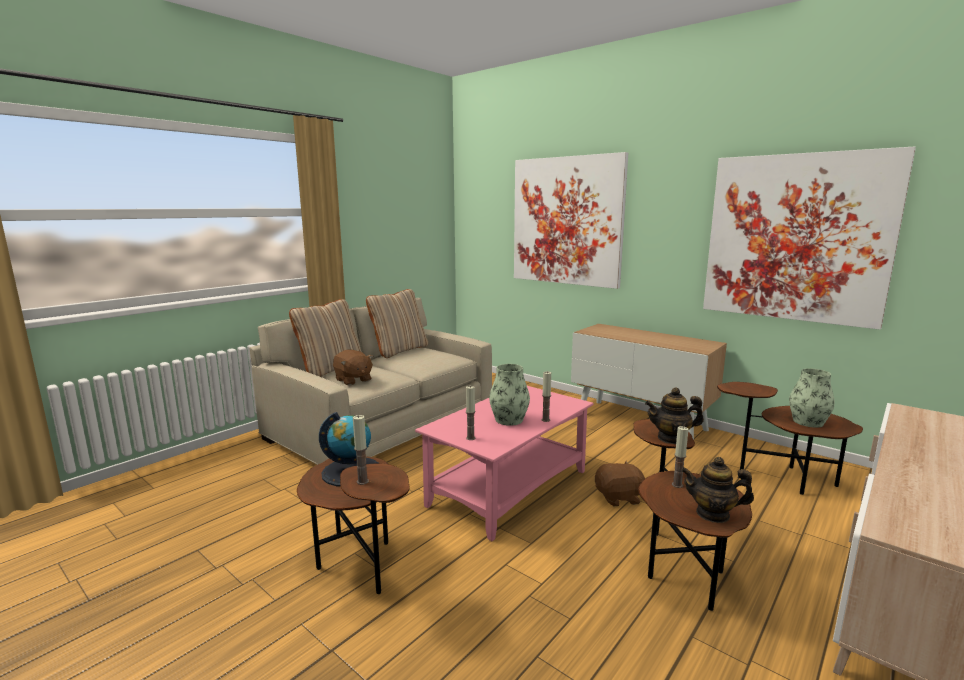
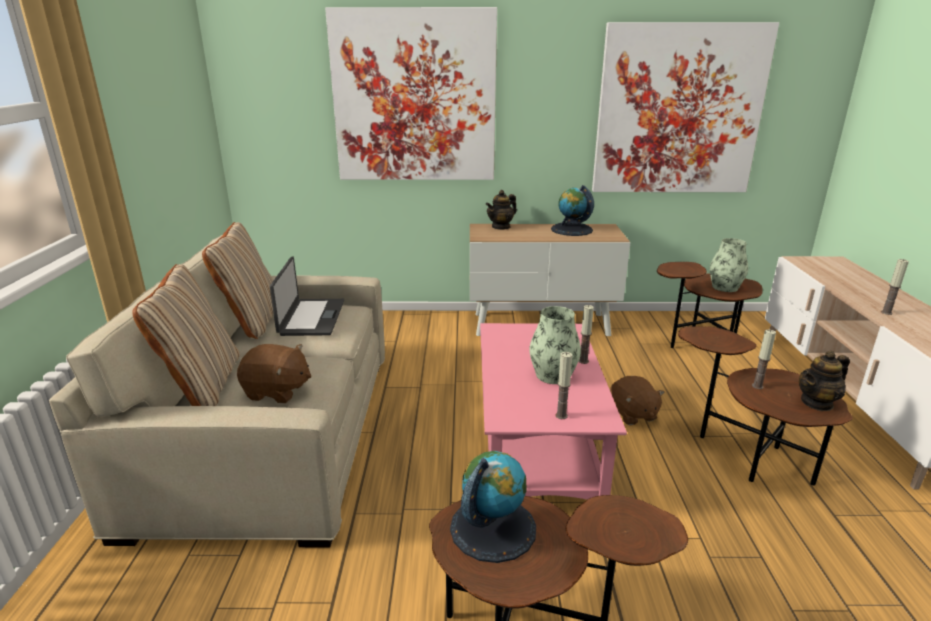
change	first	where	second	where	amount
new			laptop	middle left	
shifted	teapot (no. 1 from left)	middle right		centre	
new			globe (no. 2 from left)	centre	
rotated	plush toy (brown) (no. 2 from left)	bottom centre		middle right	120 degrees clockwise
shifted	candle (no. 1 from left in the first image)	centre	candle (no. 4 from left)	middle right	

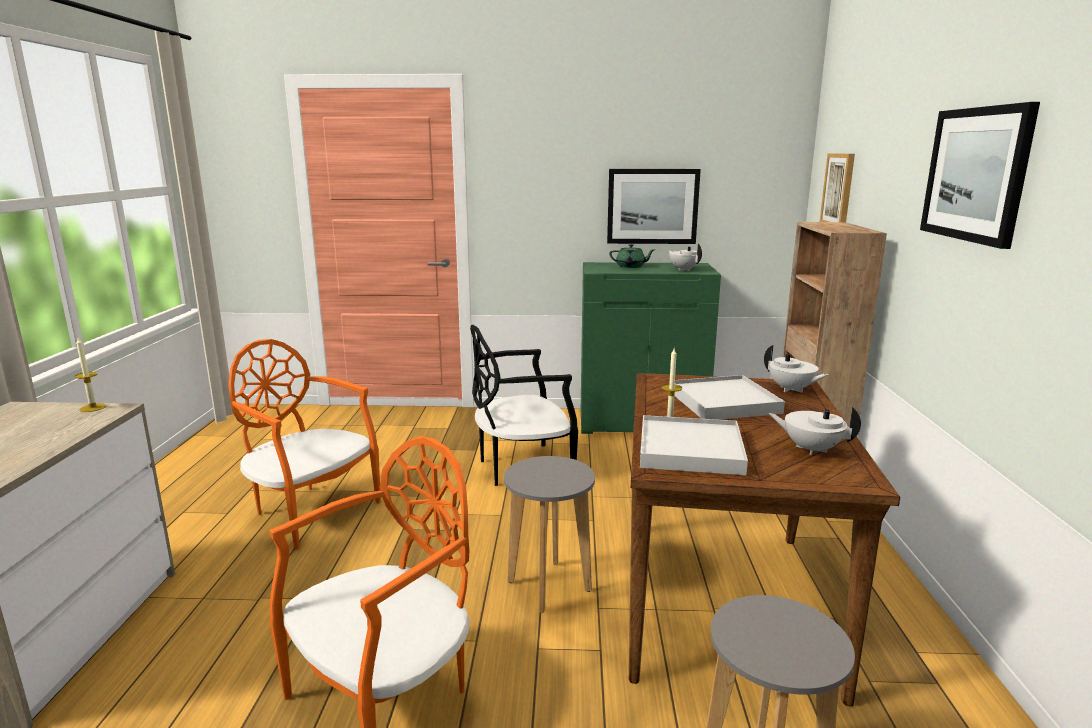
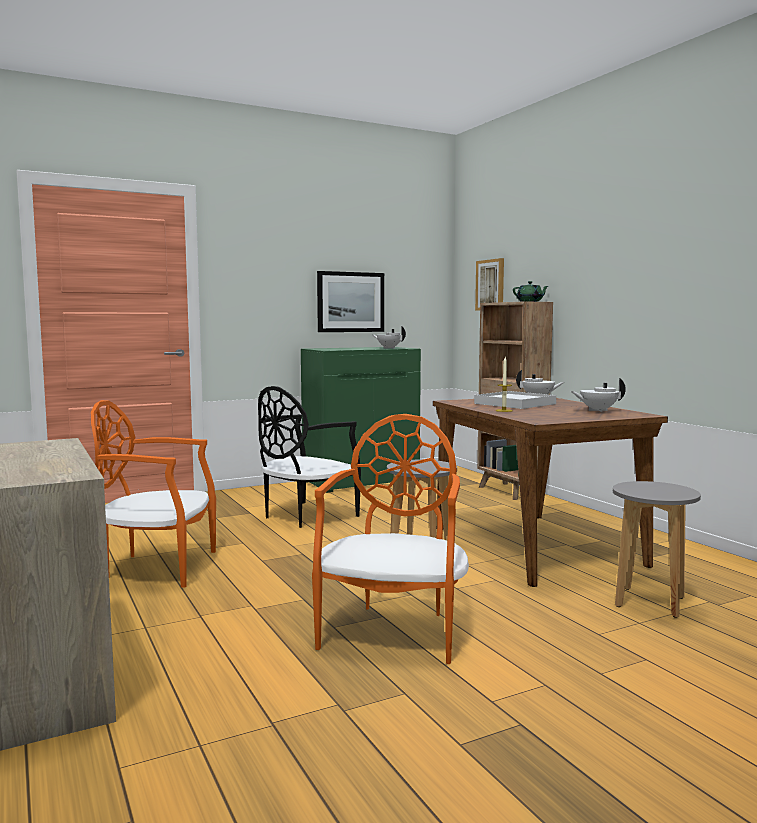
change	first	where	second	where	amount
shifted	teapot (green)	centre		middle right	
gone	candle (no. 1 from left)	middle left			
gone	tray (white) (no. 1 from left)	centre			
gone	picture (no. 3 from left)	top right			

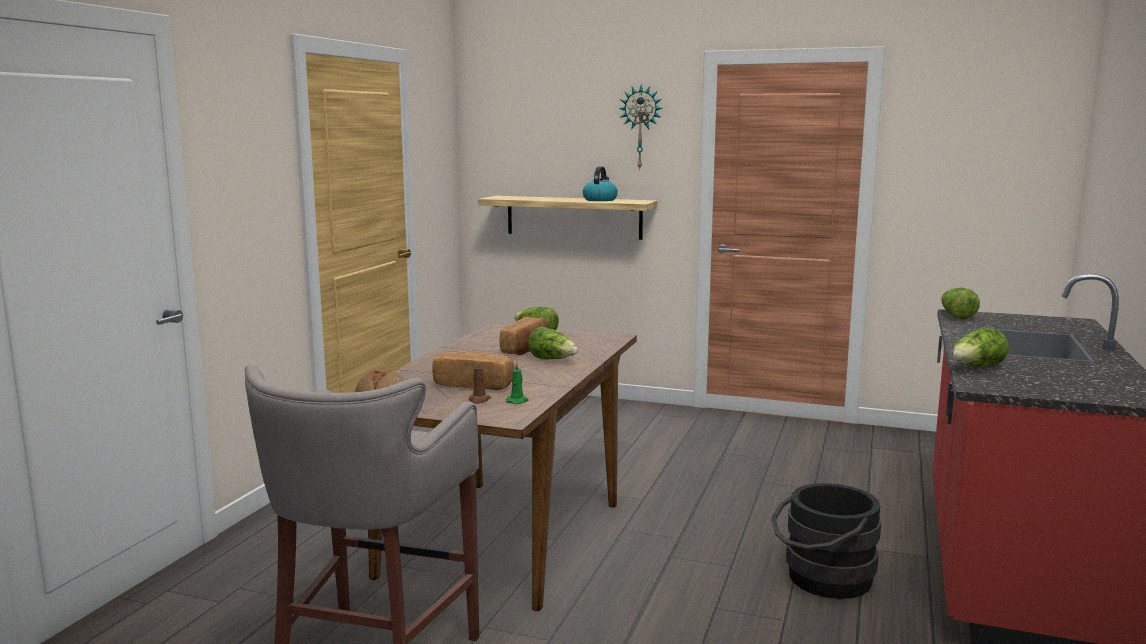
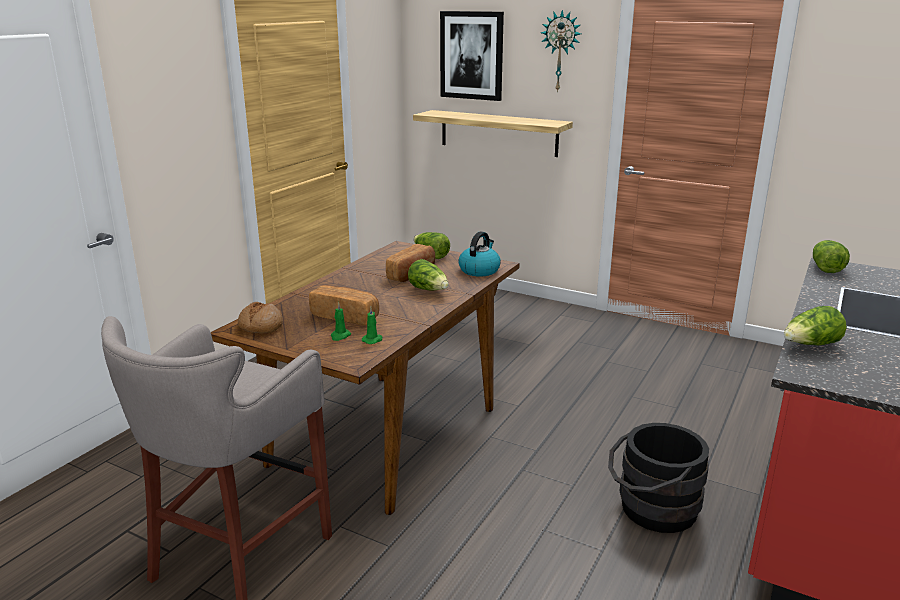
change	first	where	second	where	amount
repainted	candle (brown)	centre	candle (green) (no. 1 from left)	centre	
new			picture	top centre	
shifted	kettle	top centre		centre	

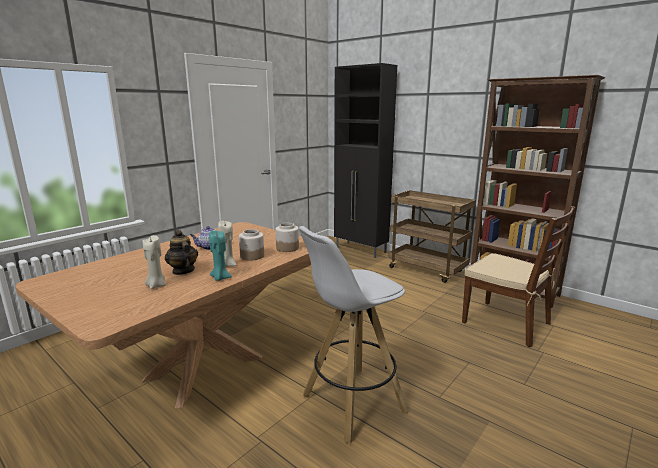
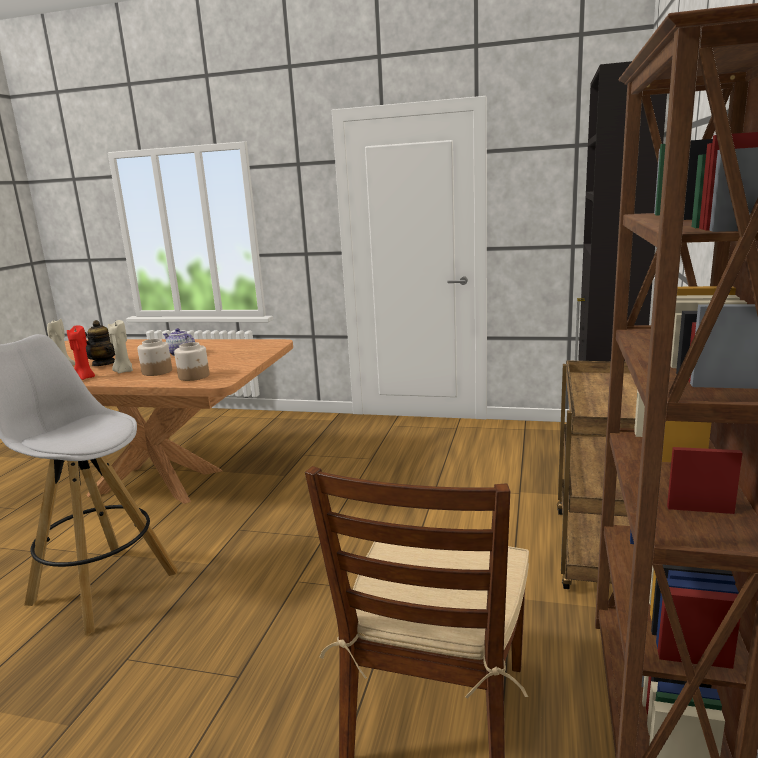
change	first	where	second	where	amount
repainted	candle (turquoise)	centre	candle (red)	middle left	

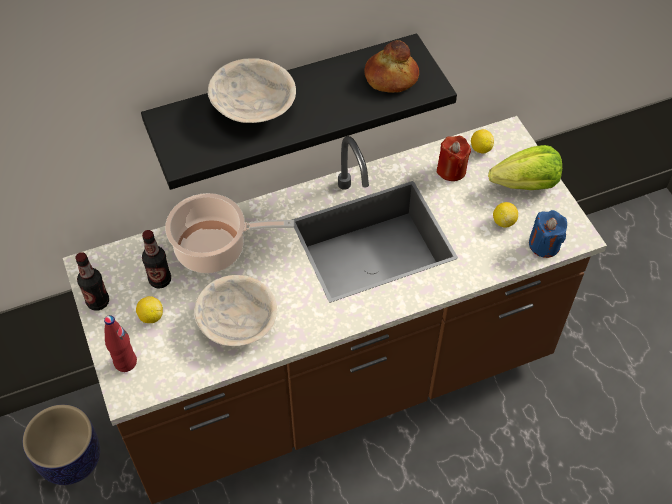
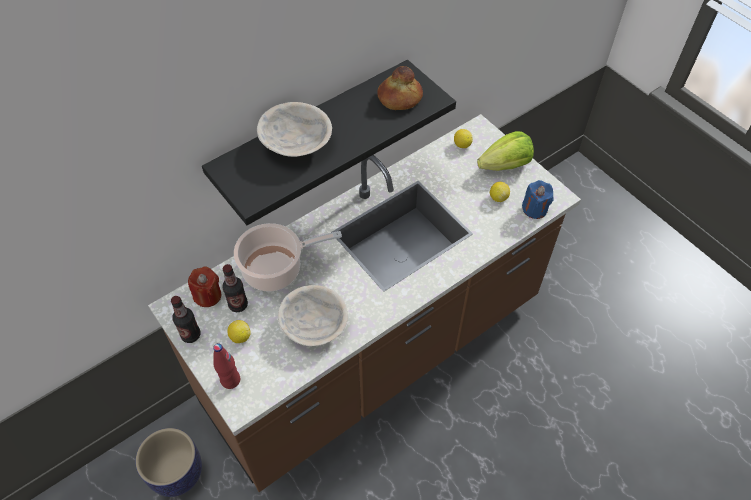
change	first	where	second	where	amount
shifted	candle (red)	top right		middle left	

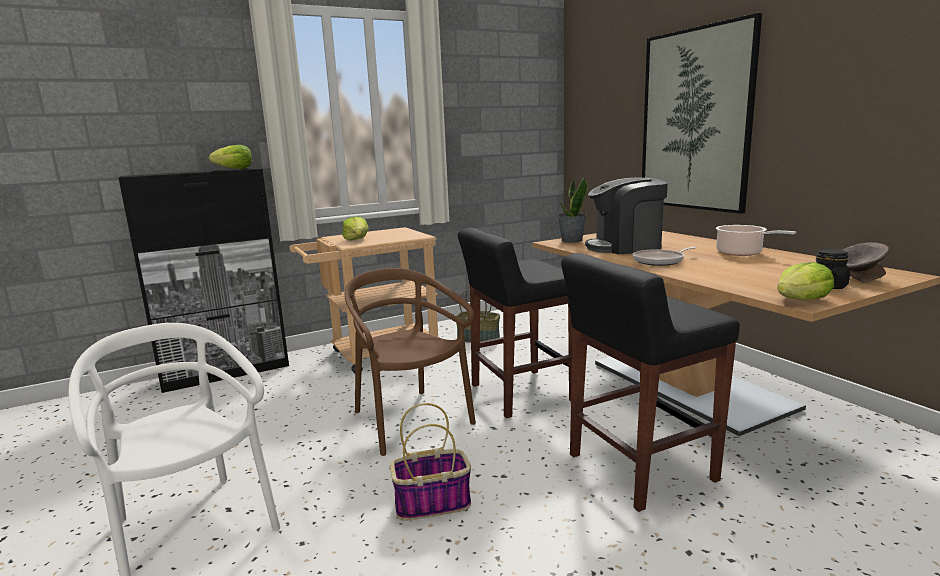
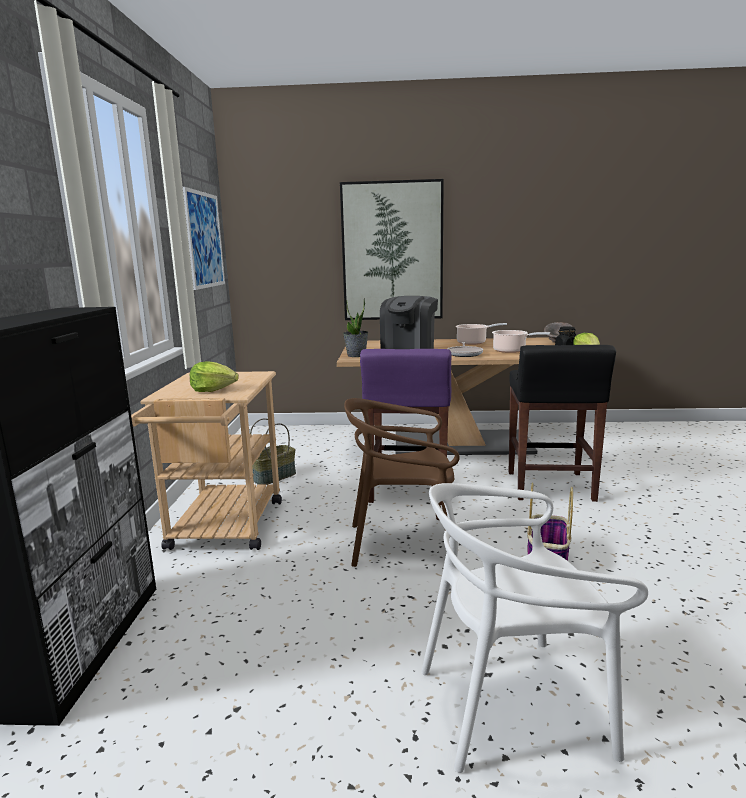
change	first	where	second	where	amount
new			picture (no. 1 from left)	top left	
repainted	stool (black) (no. 1 from left)	centre	stool (purple)	centre	
new			cooking pot (no. 2 from left)	middle right	
gone	lettuce (no. 1 from left)	top left			

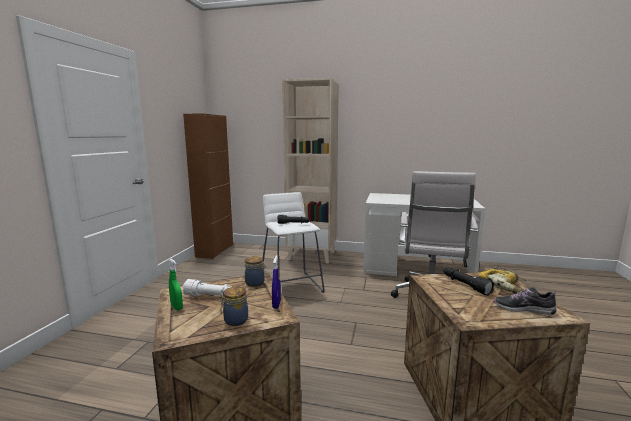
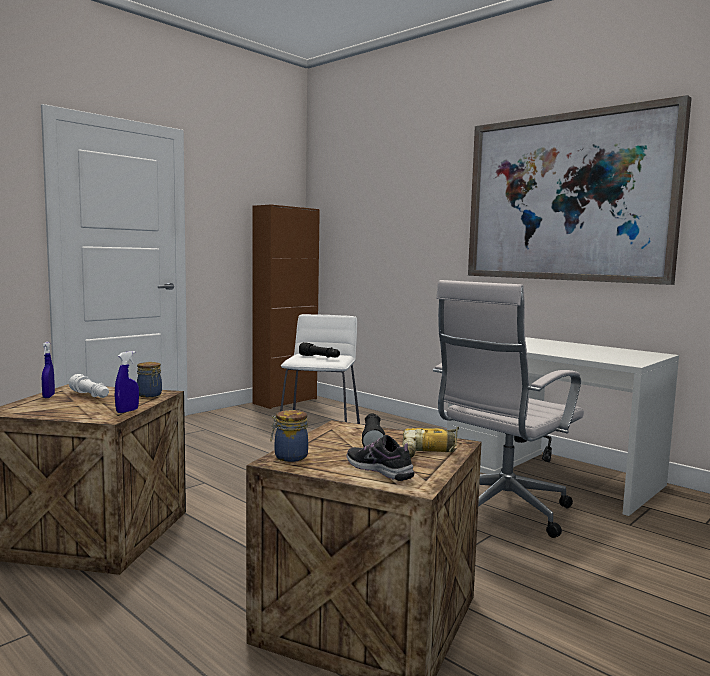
change	first	where	second	where	amount
repainted	spray bottle (green)	bottom left	spray bottle (blue) (no. 1 from left)	middle left	
shifted	jar (no. 1 from left in the first image)	bottom centre	jar (no. 2 from left)	centre	
new			picture	top right	
gone	bookcase (beige)	centre			

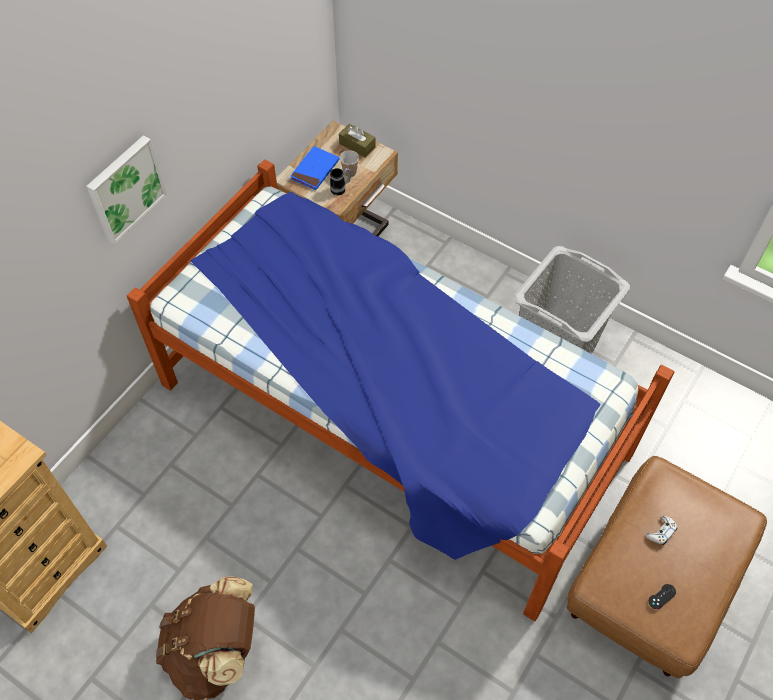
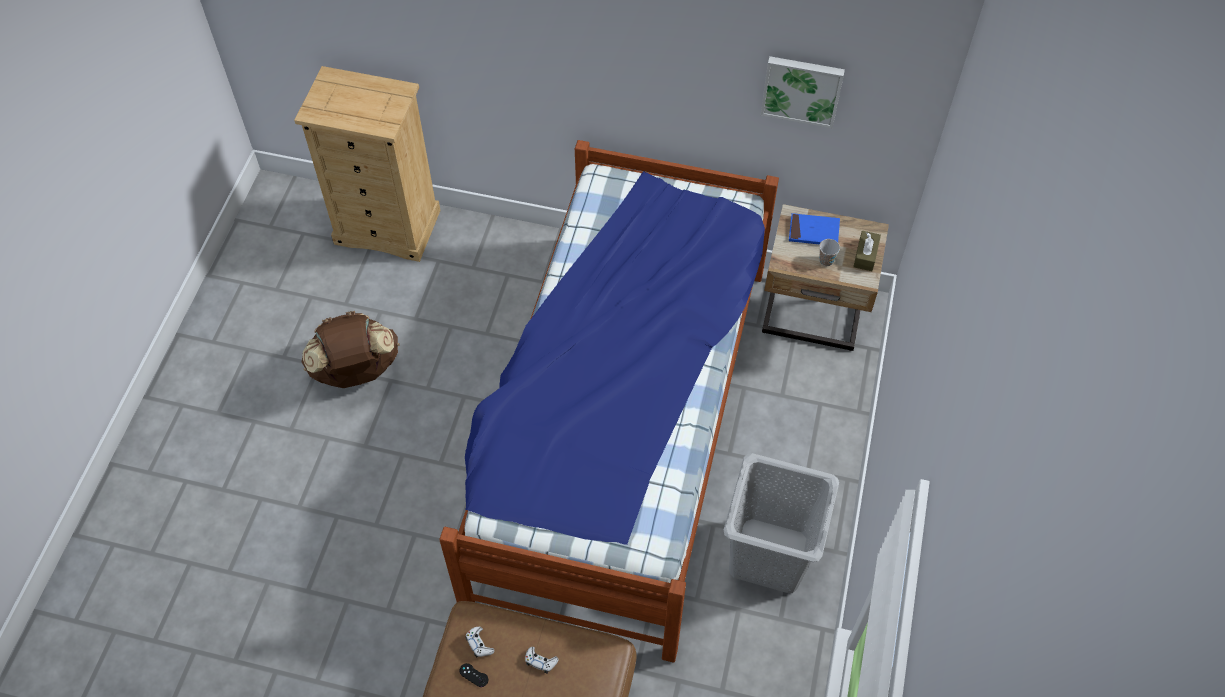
change	first	where	second	where	amount
new			game controller (white) (no. 1 from left)	bottom centre	
shifted	picture	top left		top centre	
gone	mug	top centre			

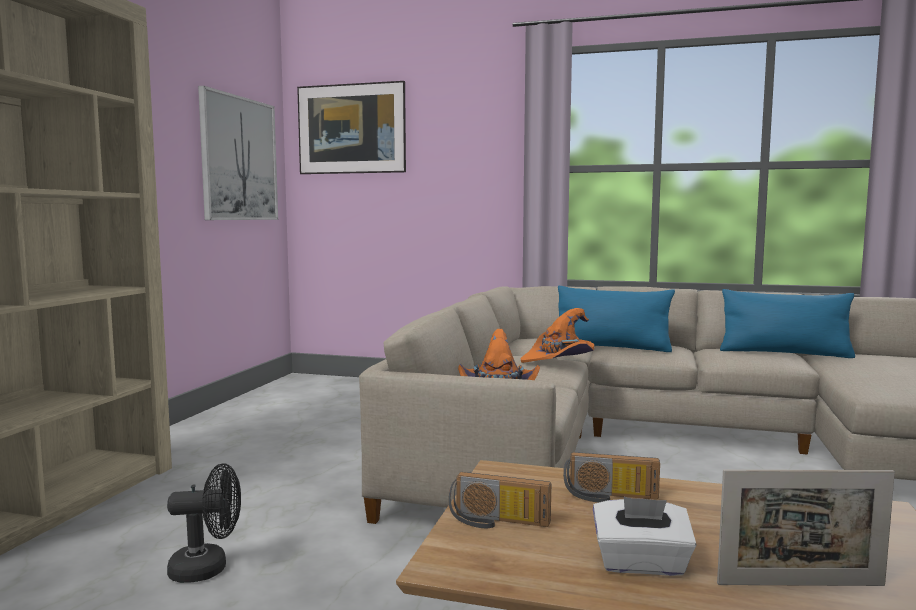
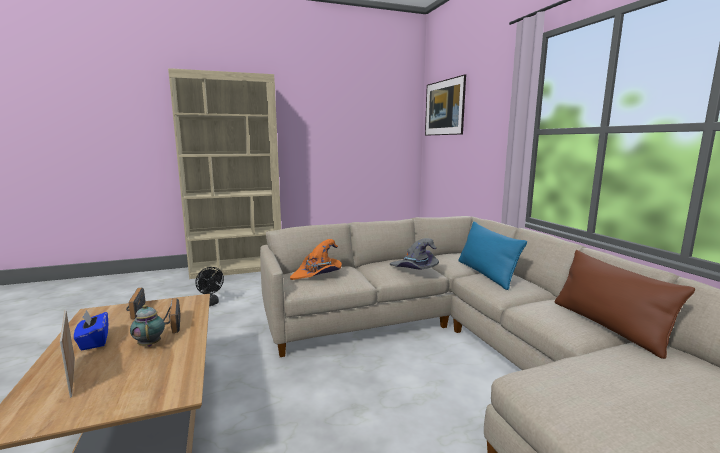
change	first	where	second	where	amount
repainted	tissue box (white)	bottom right	tissue box (blue)	bottom left	
new			teapot	bottom left	
repainted	hat (orange) (no. 2 from left)	centre	hat (grey)	centre	
repainted	pillow (blue) (no. 2 from left)	middle right	pillow (brown)	bottom right	
gone	picture (no. 1 from left)	top left			

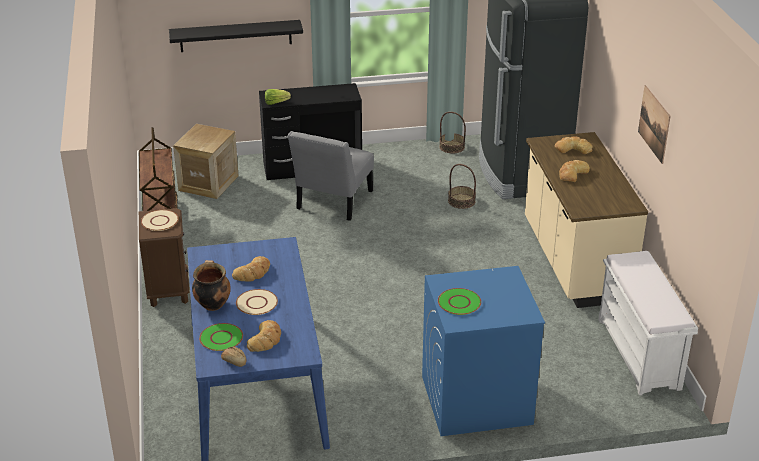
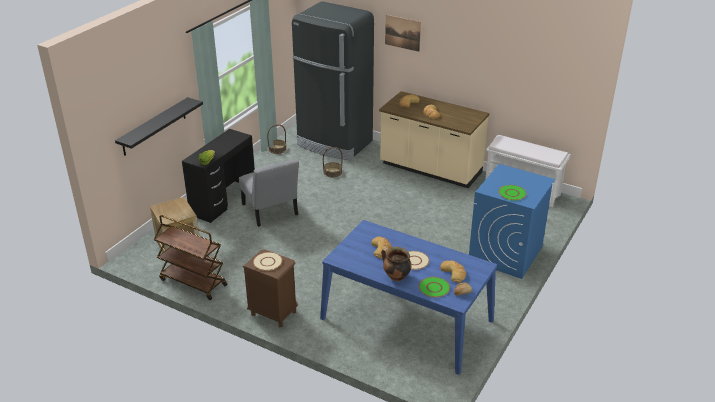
change	first	where	second	where	amount
shifted	picture	top right		top centre	

